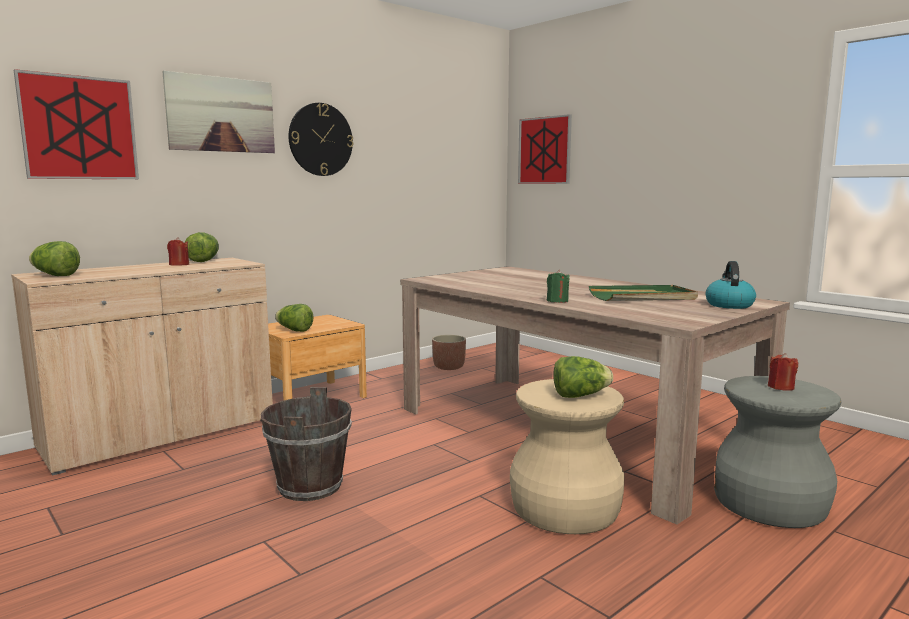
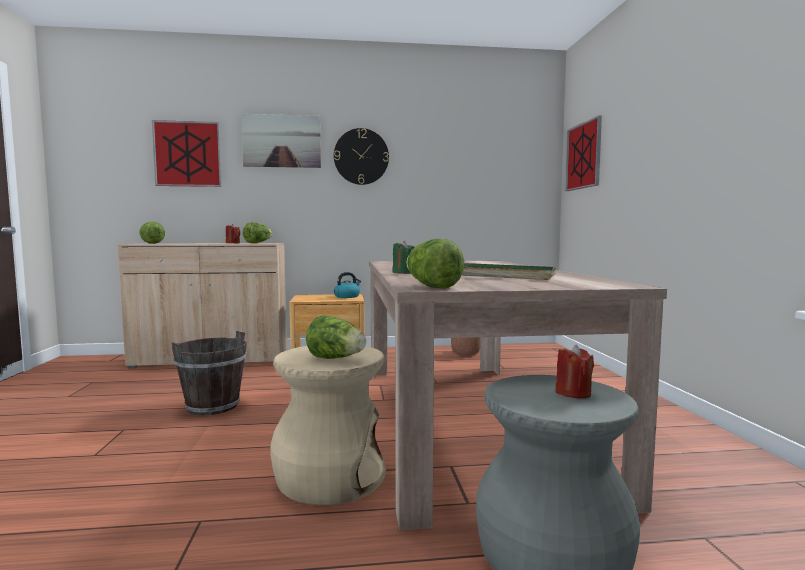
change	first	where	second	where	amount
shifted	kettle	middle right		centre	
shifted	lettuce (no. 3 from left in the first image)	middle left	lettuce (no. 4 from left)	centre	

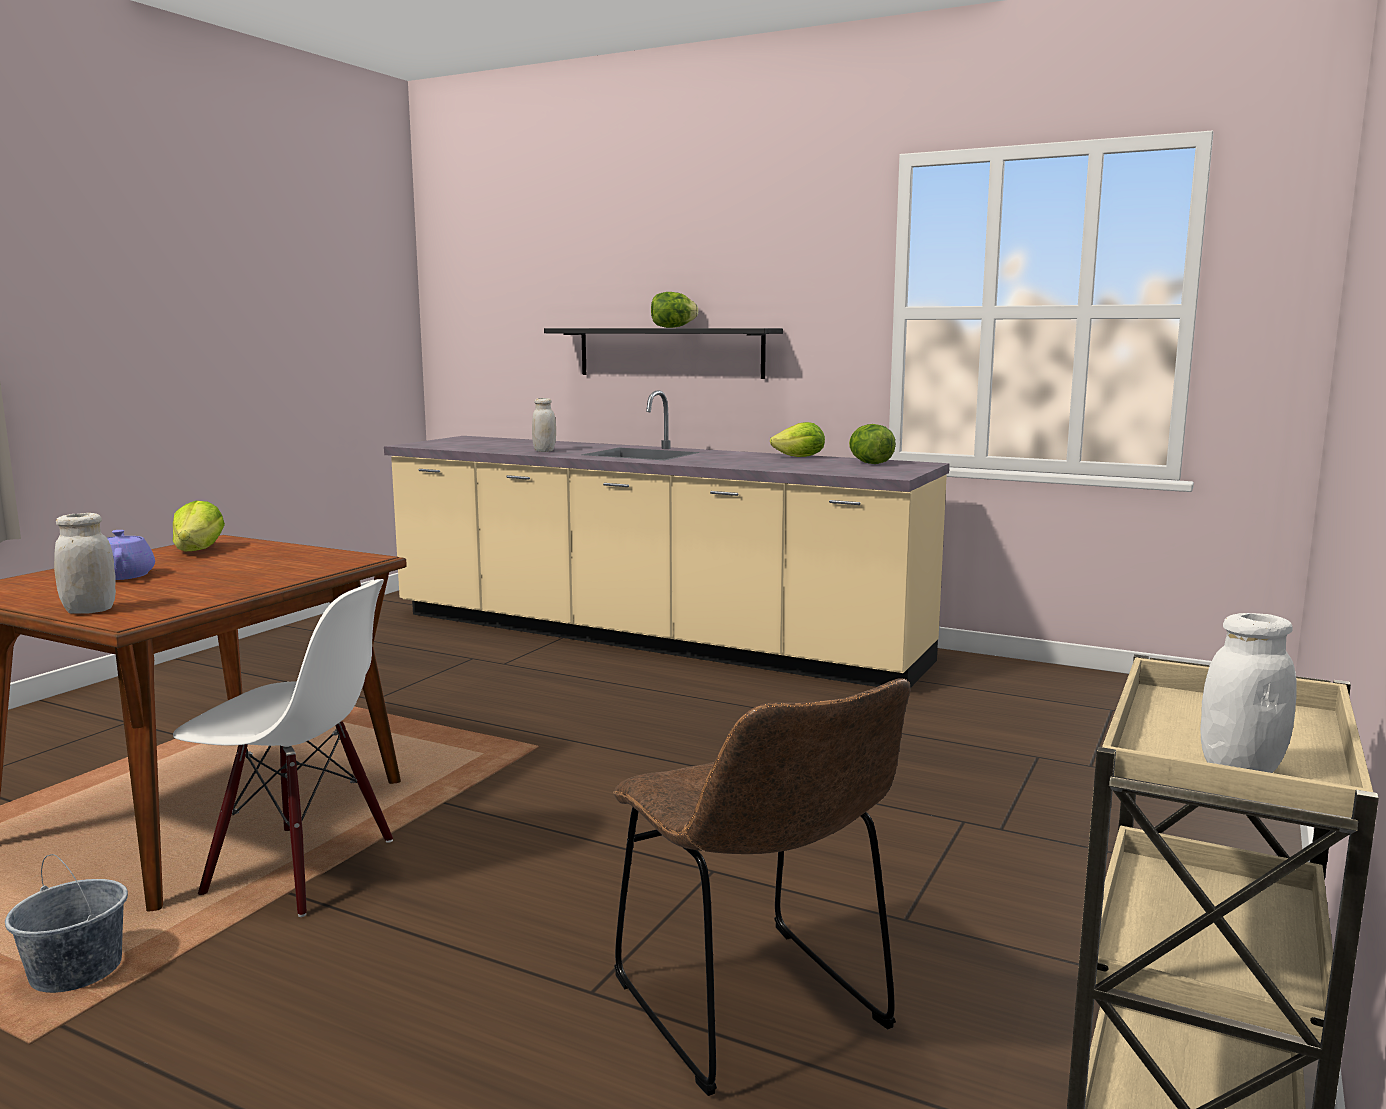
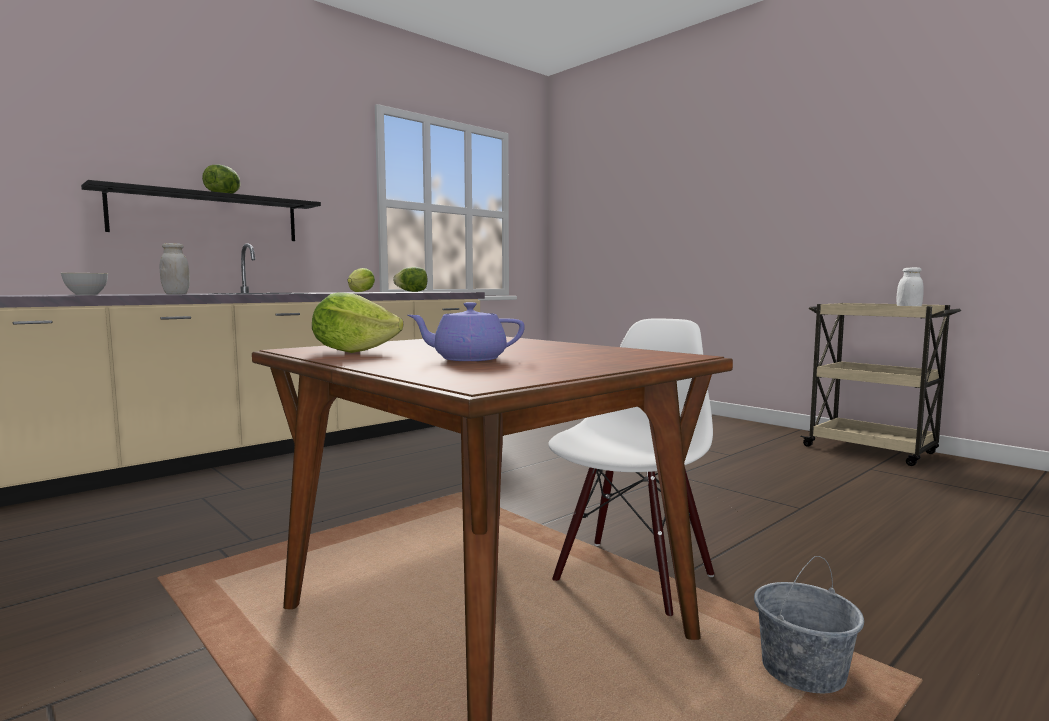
change	first	where	second	where	amount
new			bowl (grey)	middle left	
gone	jar (white) (no. 1 from left)	middle left			
gone	chair (brown)	bottom centre			

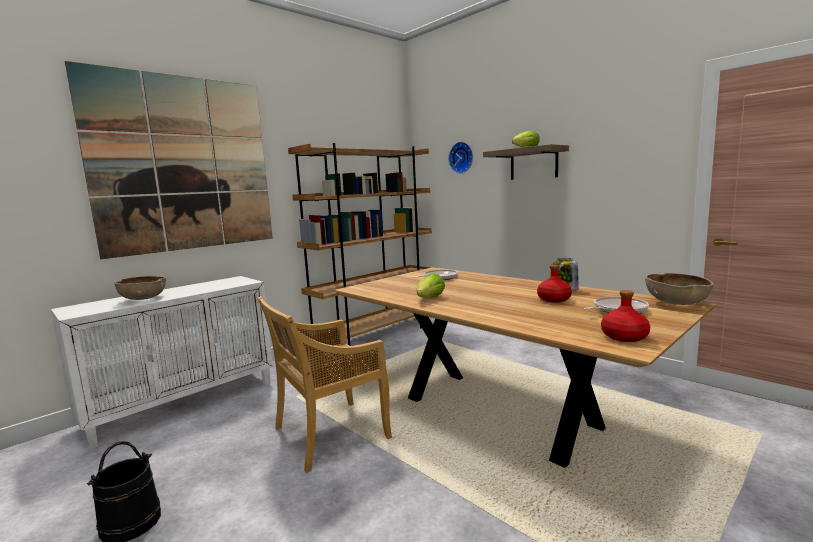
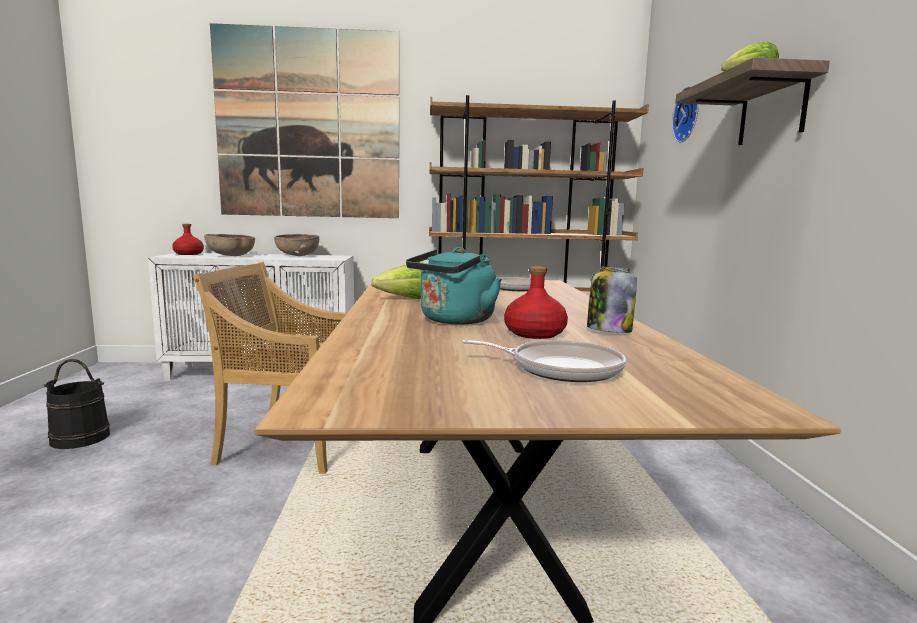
change	first	where	second	where	amount
shifted	bottle (red) (no. 2 from left in the first image)	middle right	bottle (red) (no. 1 from left)	middle left	
shifted	bowl (brown) (no. 2 from left)	middle right		middle left	
new			kettle (turquoise)	centre	

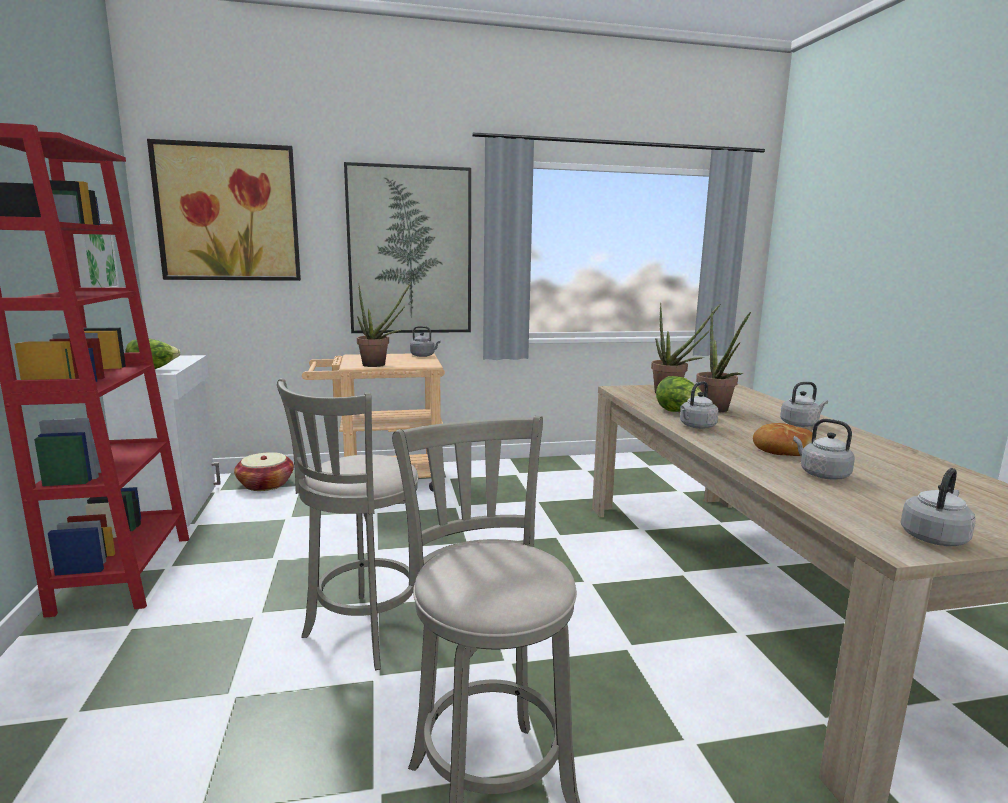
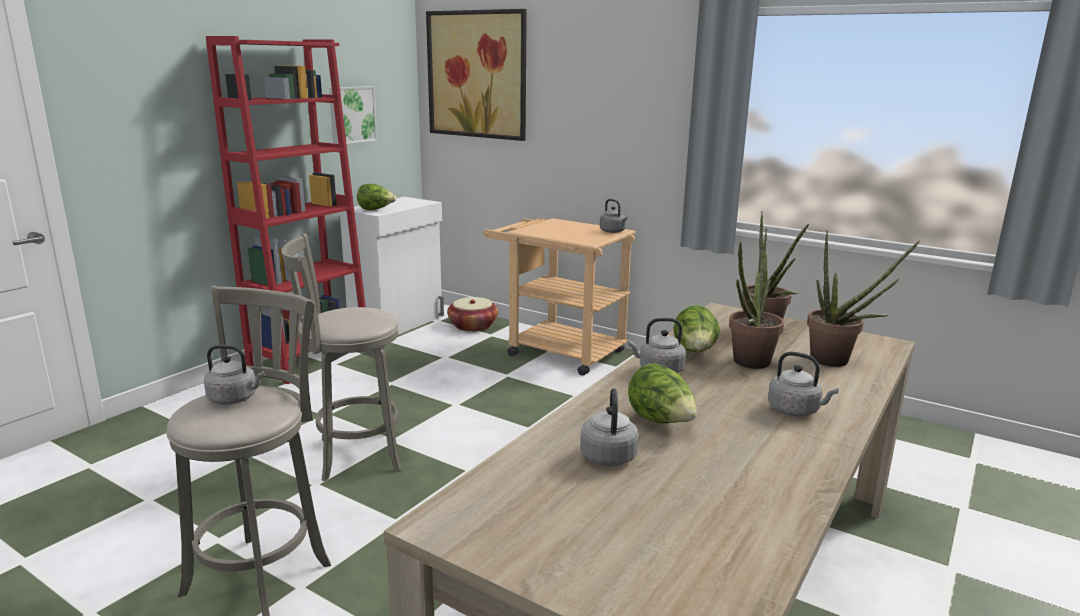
change	first	where	second	where	amount
shifted	kettle (grey) (no. 5 from left in the first image)	middle right	kettle (grey) (no. 1 from left)	middle left	
swapped	bread	middle right	lettuce (no. 2 from left)	centre	
shifted	potted plant (no. 1 from left in the first image)	centre	potted plant (no. 3 from left)	middle right	
gone	picture (no. 3 from left)	top centre			

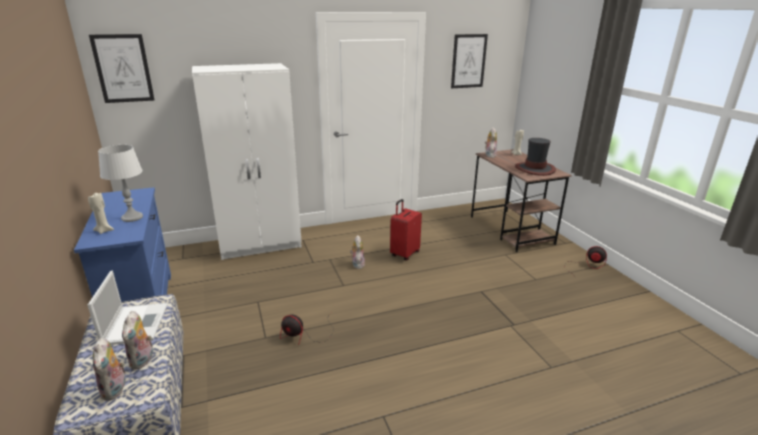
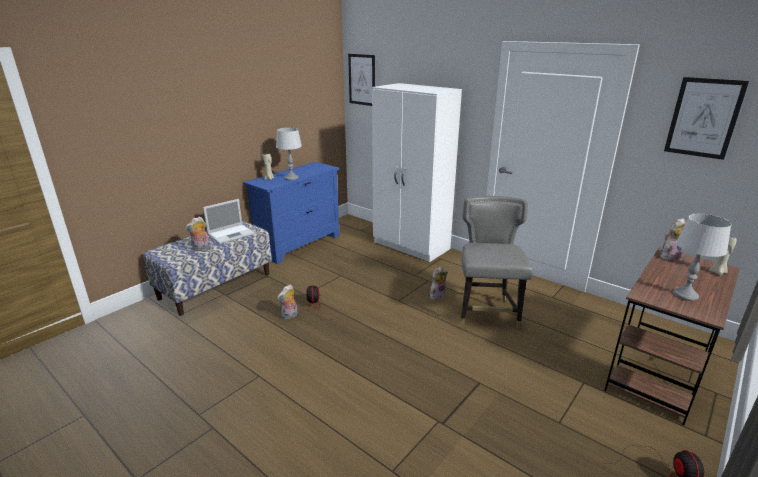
change	first	where	second	where	amount
shifted	plush toy (no. 1 from left in the first image)	bottom left	plush toy (no. 2 from left)	centre	
swapped	suitcase (red)	centre	chair (grey)	centre	
swapped	hat	middle right	table lamp (grey) (no. 2 from left)	middle right	

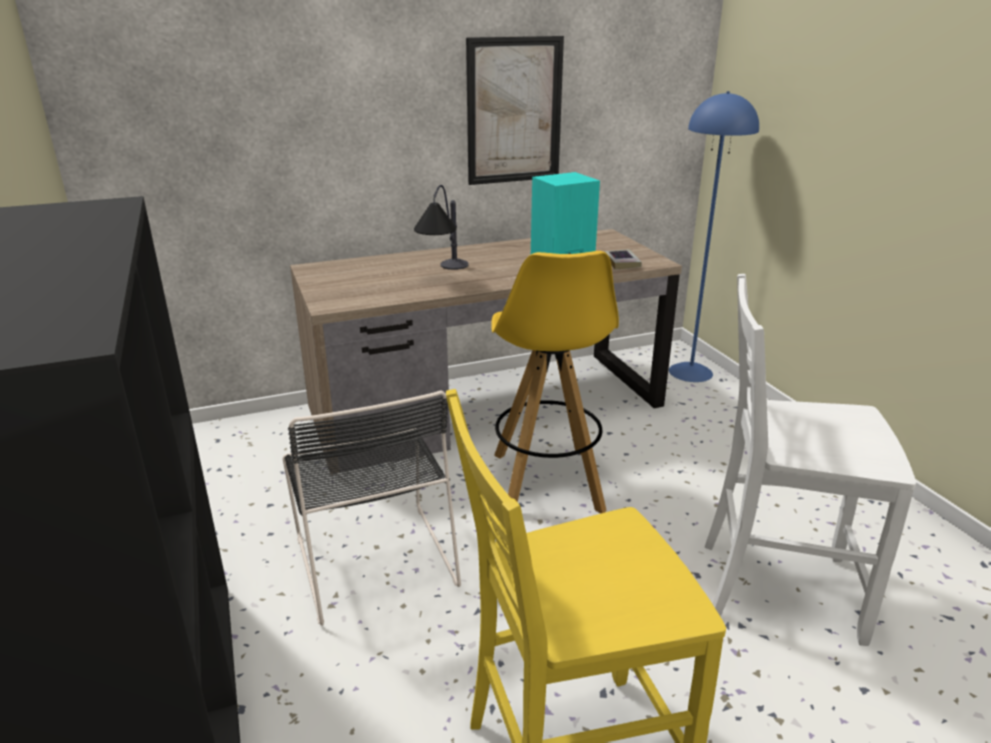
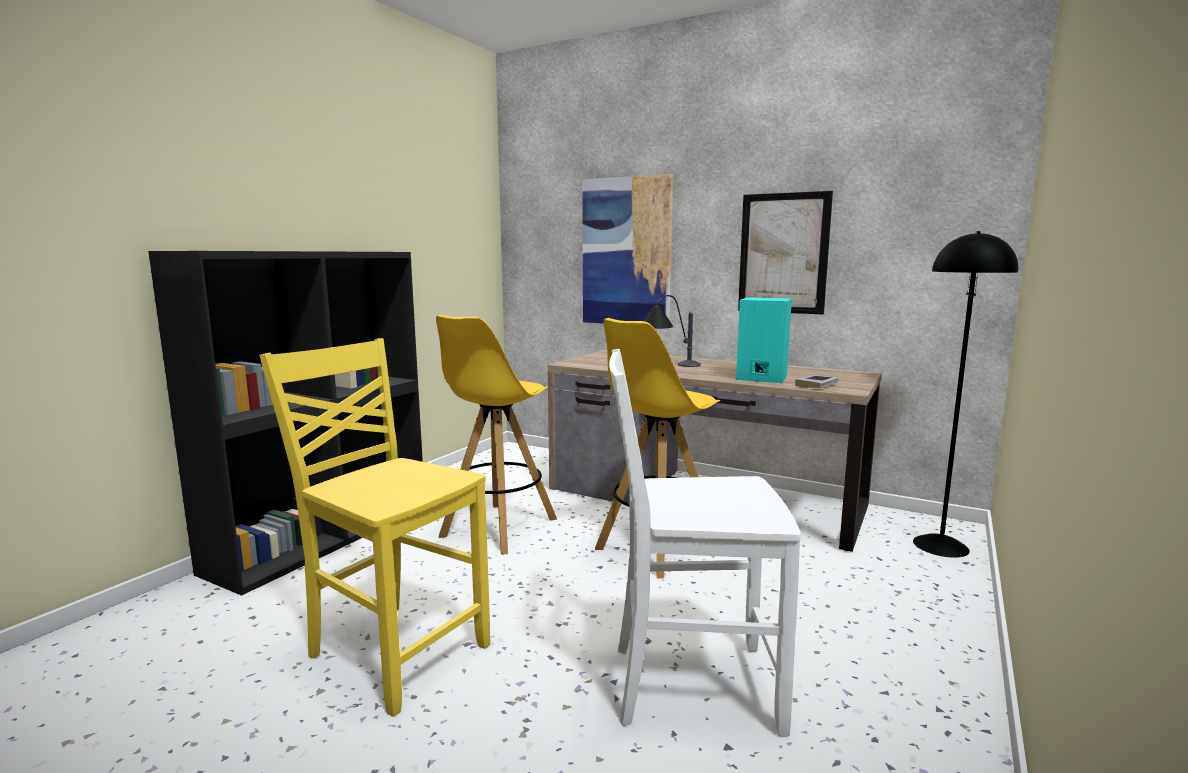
change	first	where	second	where	amount
swapped	chair (black)	bottom centre	stool (yellow) (no. 1 from left)	centre	
new			picture (no. 1 from left)	top centre	
rotated	chair (white)	middle right		bottom centre	60 degrees counterclockwise
repainted	floor lamp (blue)	top right	floor lamp (black)	middle right	

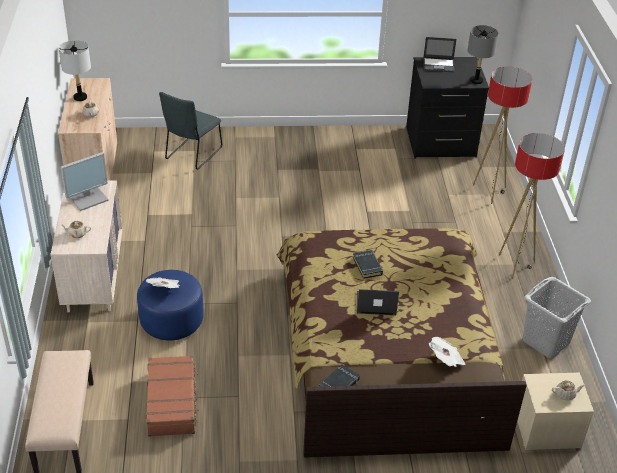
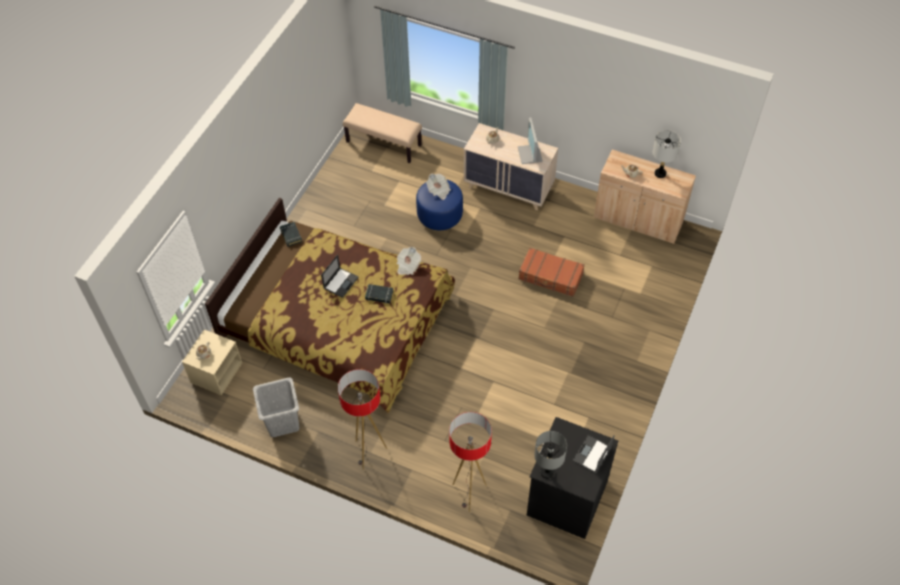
change	first	where	second	where	amount
shifted	newspaper (no. 2 from left in the first image)	bottom right	newspaper (no. 1 from left)	centre	
shifted	suitcase (brown)	bottom left		centre	
gone	chair (grey)	top left			

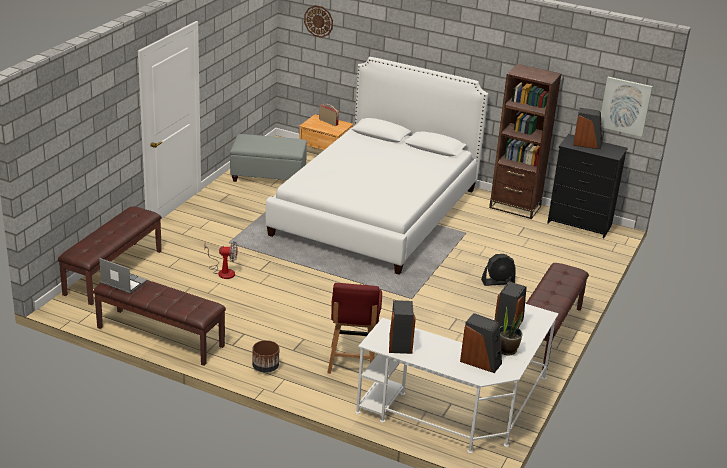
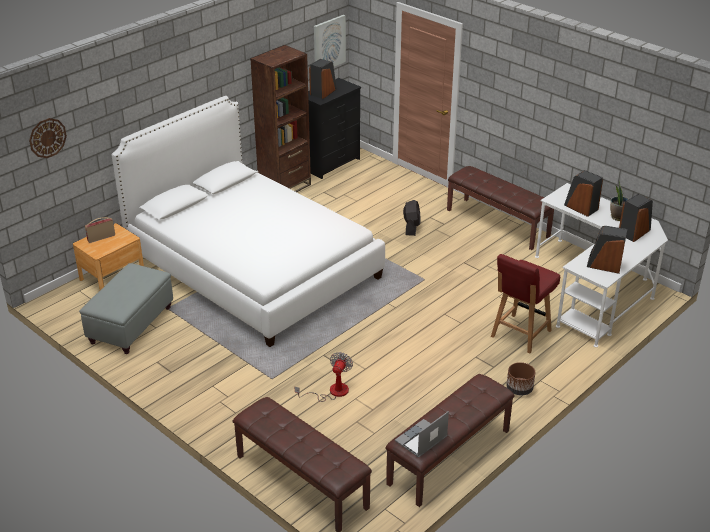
change	first	where	second	where	amount
rotated	chair (red)	bottom centre		middle right	105 degrees clockwise

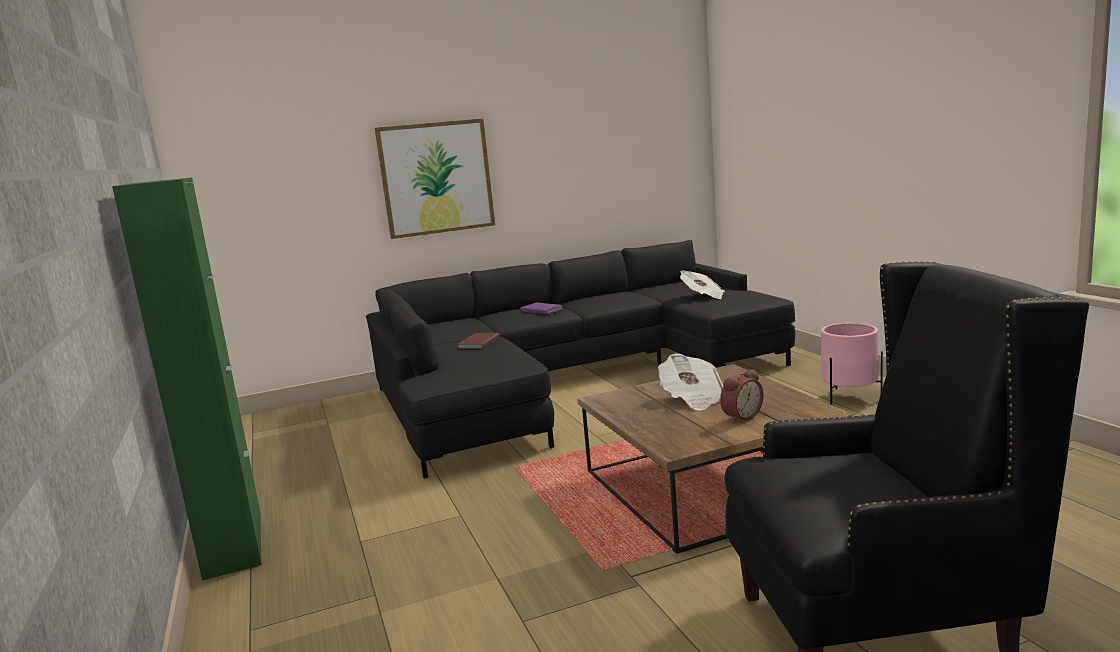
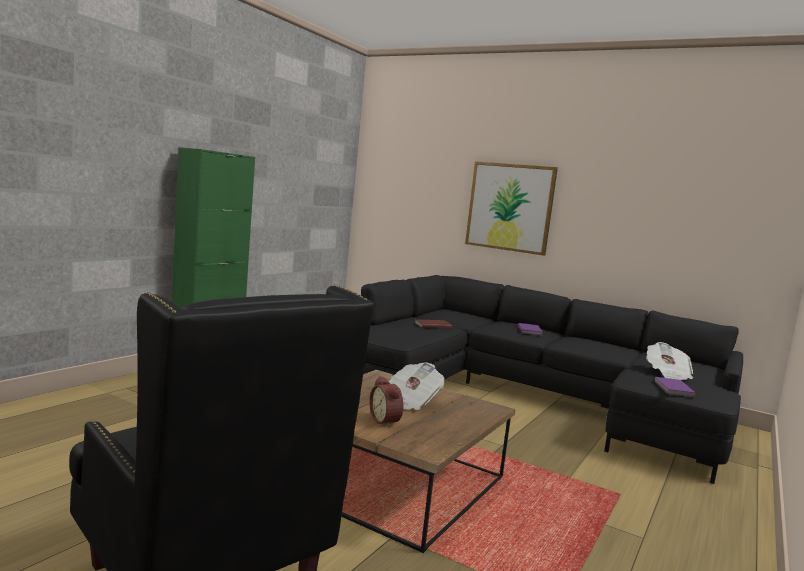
change	first	where	second	where	amount
rotated	alarm clock	centre		bottom centre	45 degrees clockwise
new			book (purple) (no. 2 from left)	bottom right	
gone	planter (pink)	middle right			

